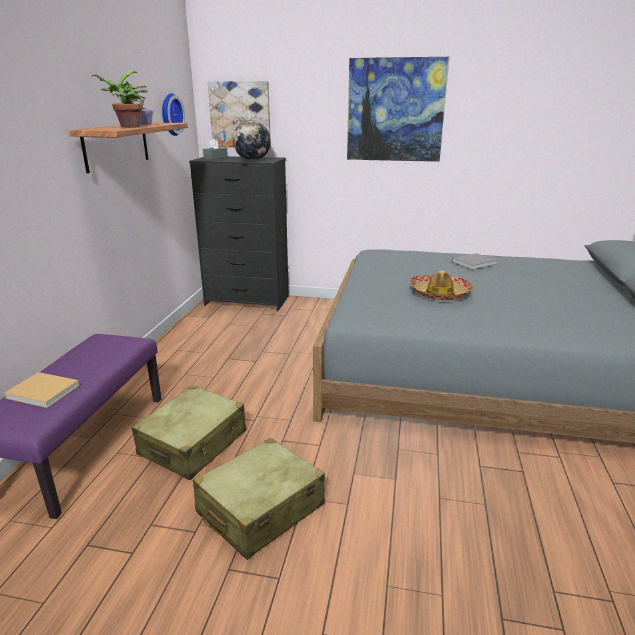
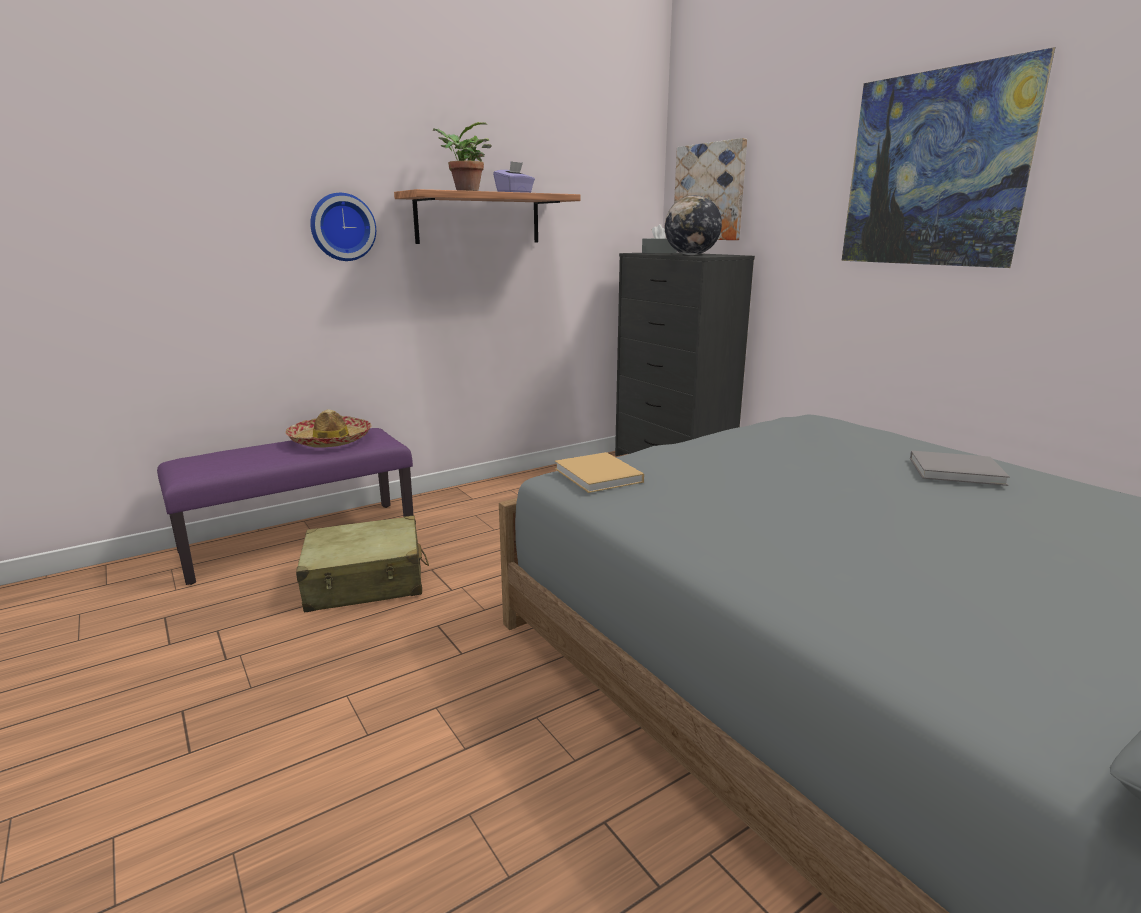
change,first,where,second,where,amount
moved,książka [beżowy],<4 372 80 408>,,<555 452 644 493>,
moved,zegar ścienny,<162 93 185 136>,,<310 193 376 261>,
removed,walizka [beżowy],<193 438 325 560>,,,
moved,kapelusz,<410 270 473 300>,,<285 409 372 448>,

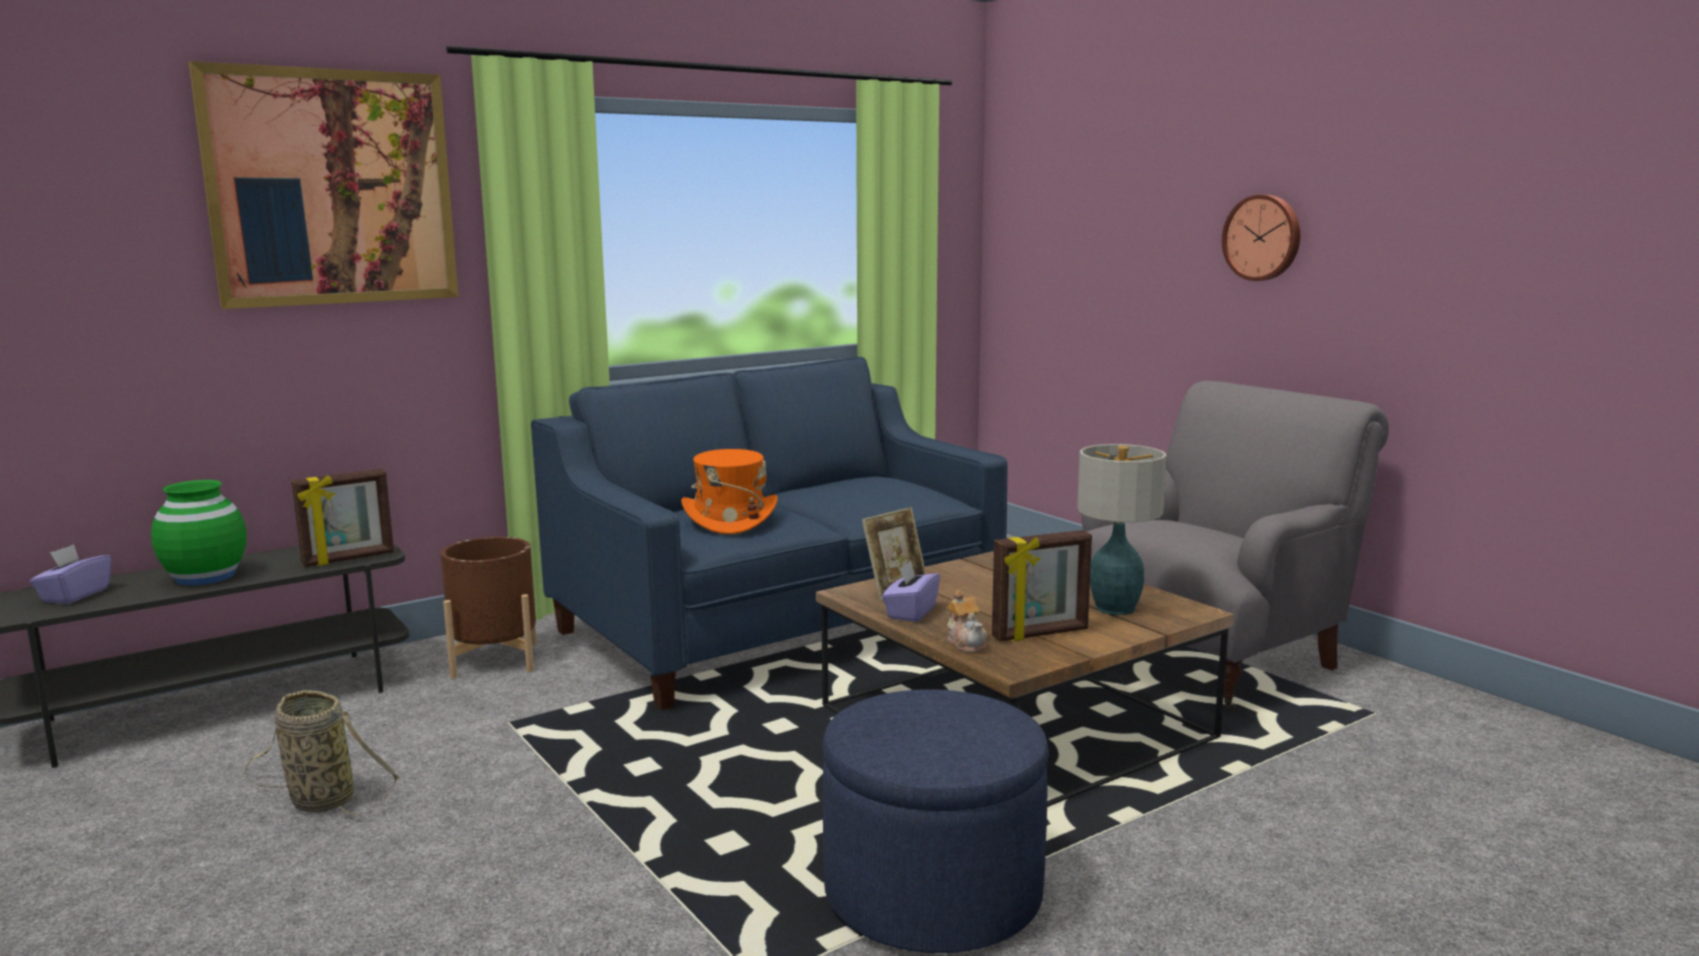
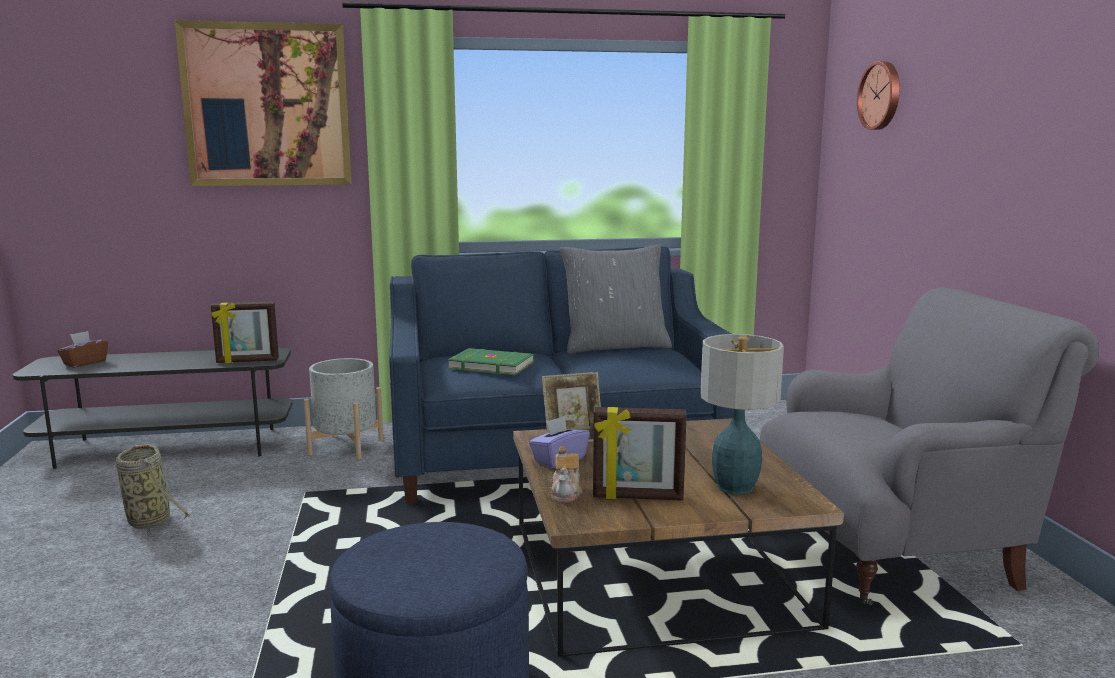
change,first,where,second,where,amount
recoloured,pudełko chusteczek [fioletowy],<30 544 111 604>,pudełko chusteczek [brązowy],<57 331 108 368>,
removed,wazon [zielony],<151 480 246 585>,,,
recoloured,donica [brązowy],<441 537 537 679>,donica [szary],<304 358 384 459>,
replaced,kapelusz [pomarańczowy],<681 449 778 534>,książka [zielony],<448 348 534 375>,
moved,zegar ścienny,<1222 195 1300 281>,,<857 61 900 130>,
added,,,poduszka [szary],<560 244 672 354>,

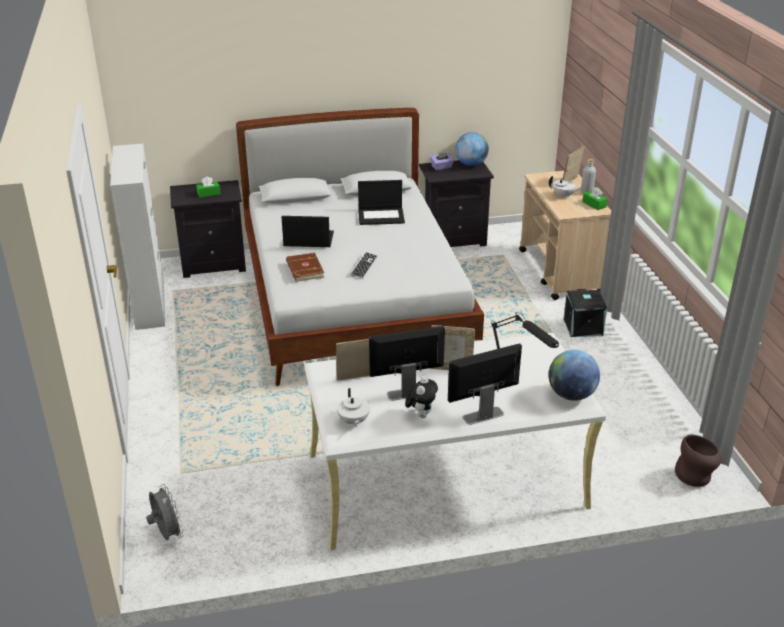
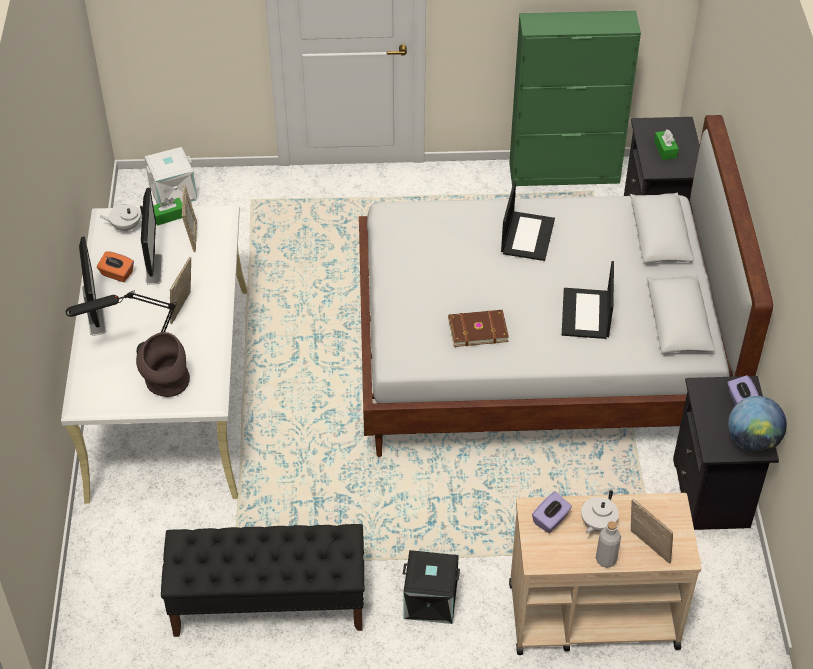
change,first,where,second,where,amount
recoloured,szafka [biały],<110 144 165 330>,szafka [zielony],<509 11 641 186>,
replaced,wentylator [szary],<146 484 184 540>,pojemnik do przechowywania [biały],<144 147 197 204>,
moved,książka [brązowy],<286 253 324 282>,,<448 310 509 347>,
removed,klawiatura,<350 252 378 279>,,,
replaced,pluszak,<405 376 438 418>,pudełko chusteczek [pomarańczowy],<97 251 134 282>,
removed,globus,<549 350 600 401>,,,
moved,pudełko chusteczek [zielony],<582 187 607 210>,,<153 198 182 226>,
moved,wazon [brązowy],<675 435 722 487>,,<136 332 190 397>,
added,,,ławka [czarny],<161 524 364 637>,
added,,,pudełko chusteczek [fioletowy],<532 492 572 533>,

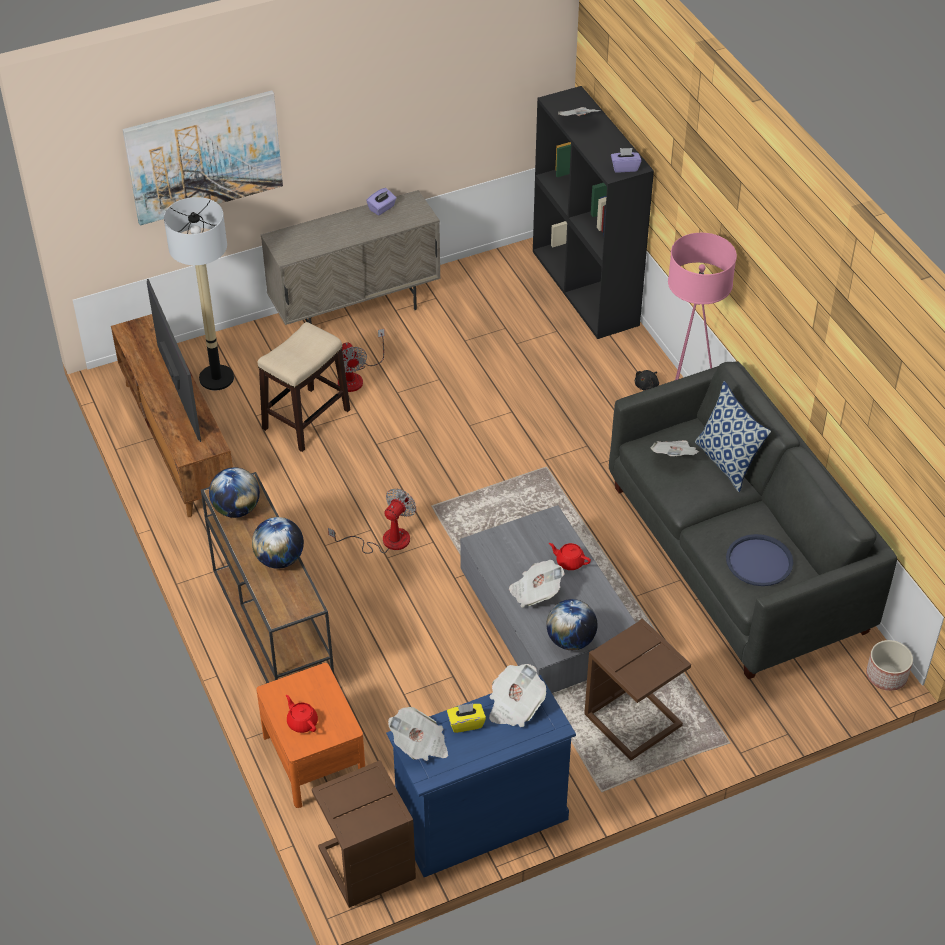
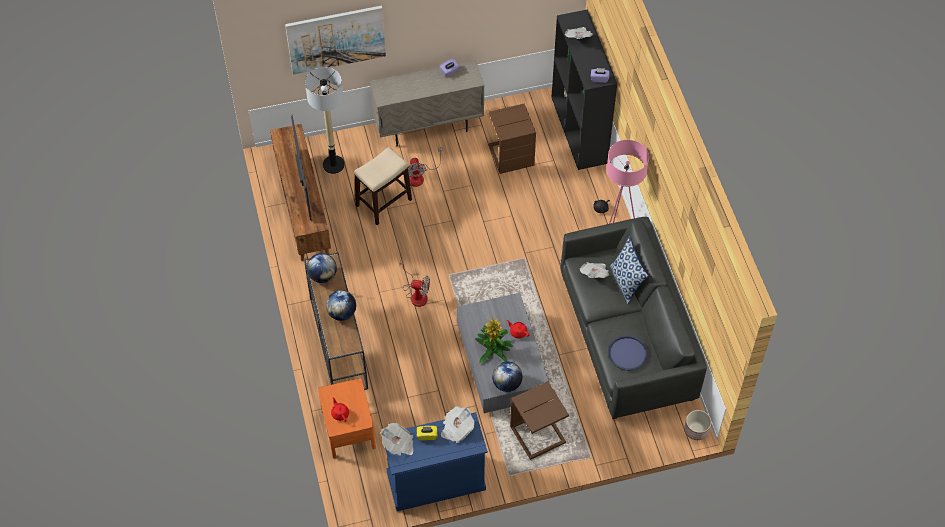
change,first,where,second,where,amount
moved,stolik [brązowy],<312 760 416 908>,,<489 104 536 174>,
turned,wentylator,<328 488 416 554>,,<400 260 430 307>,60 degrees clockwise
replaced,gazeta,<509 560 564 607>,roślina doniczkowa,<475 316 513 364>,

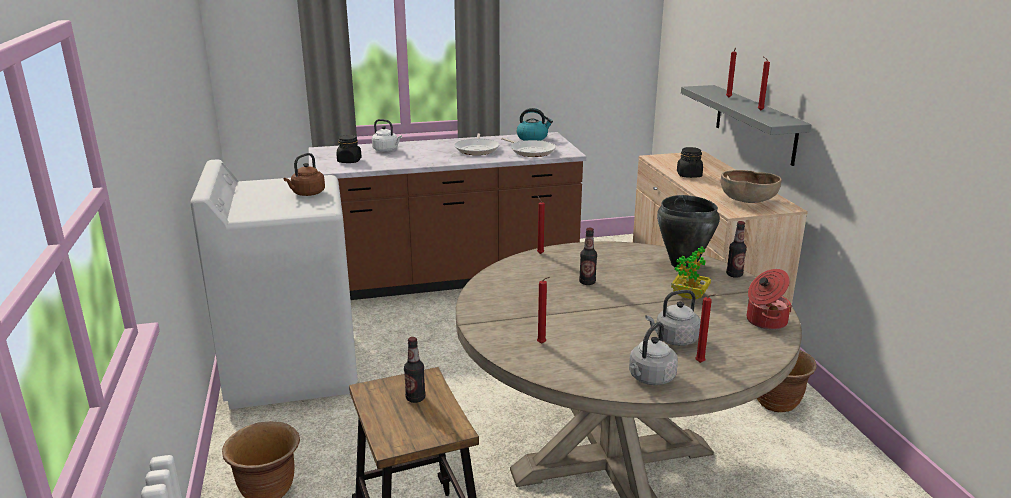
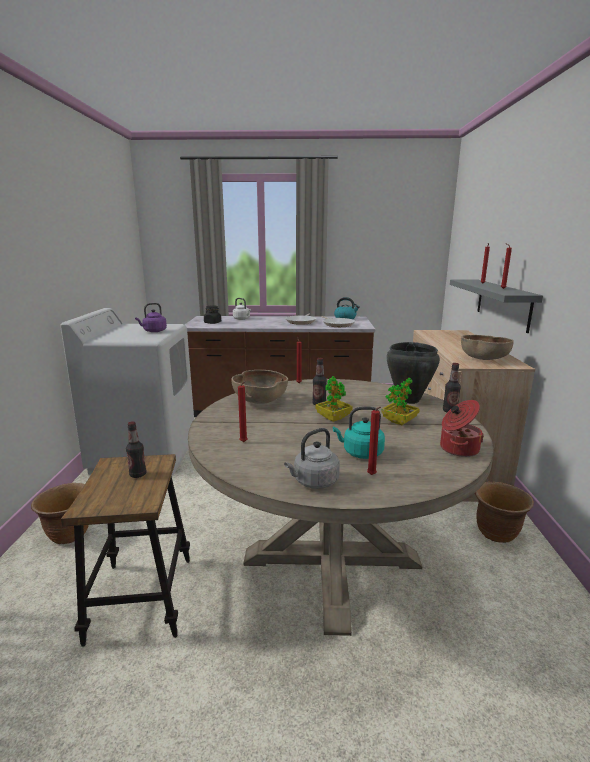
change,first,where,second,where,amount
recoloured,czajnik [brązowy],<284 153 325 196>,czajnik [fioletowy],<135 303 167 332>,
recoloured,czajnik [szary],<645 290 701 346>,czajnik [turkusowy],<333 407 385 459>,
removed,słoik [czarny],<677 147 703 178>,,,
added,,,miska [brązowy],<231 370 288 404>,
added,,,roślina doniczkowa,<315 376 352 422>,

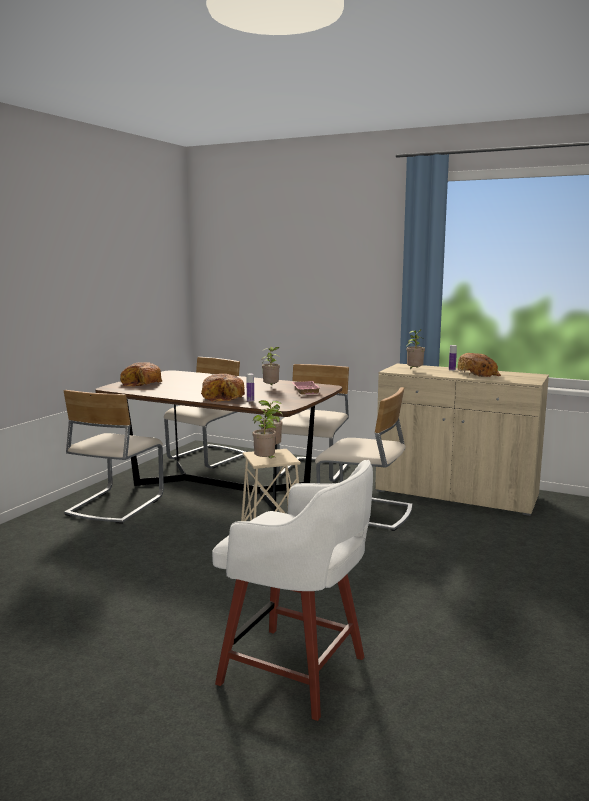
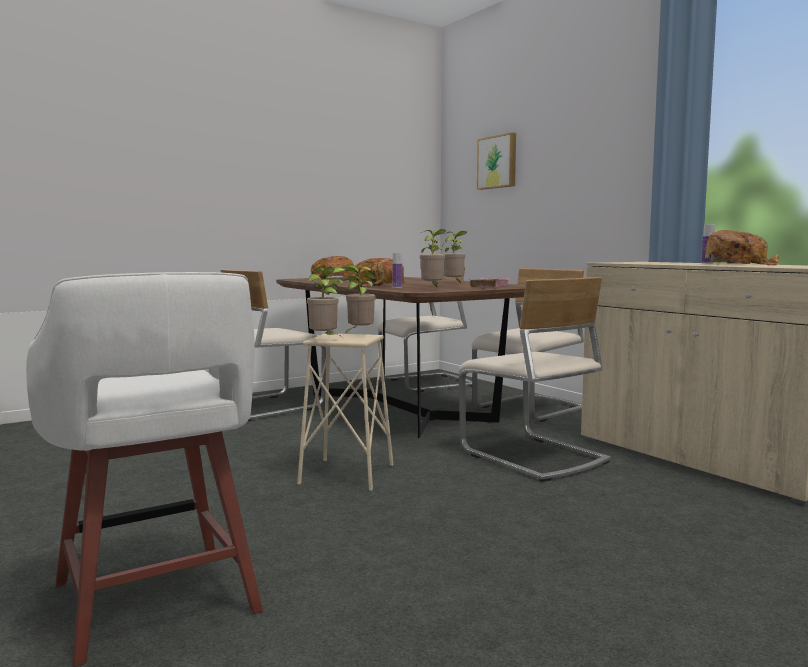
change,first,where,second,where,amount
moved,roślina doniczkowa,<407 329 425 369>,,<420 229 446 287>,
added,,,obraz,<477 132 516 190>,

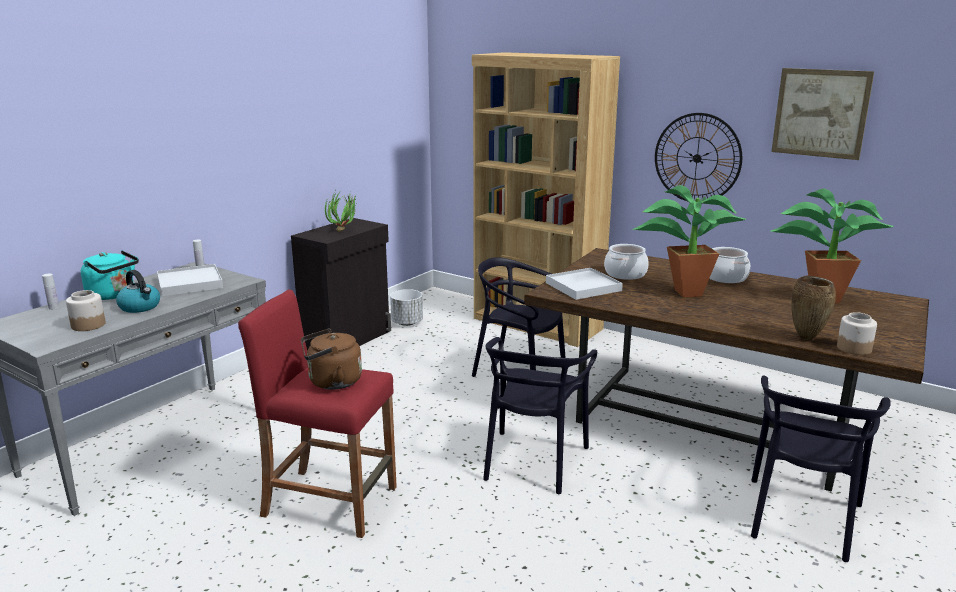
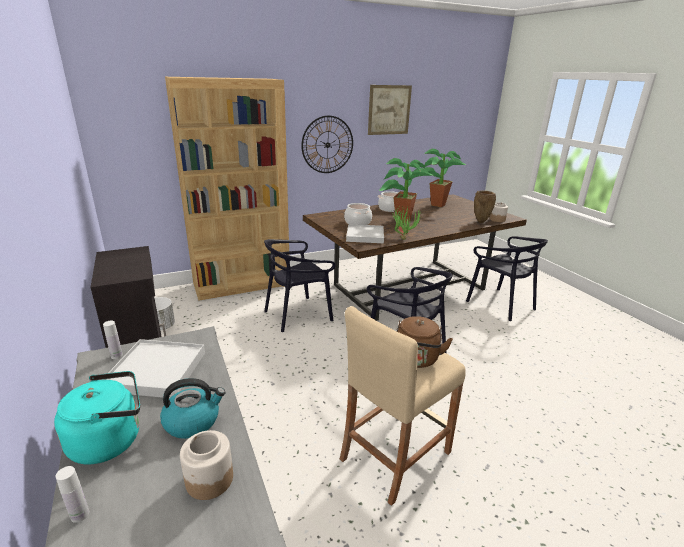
change,first,where,second,where,amount
recoloured,stołek [czerwony],<238 289 397 538>,stołek [beżowy],<340 306 466 506>,
moved,roślina doniczkowa,<325 191 358 232>,,<392 207 421 240>,

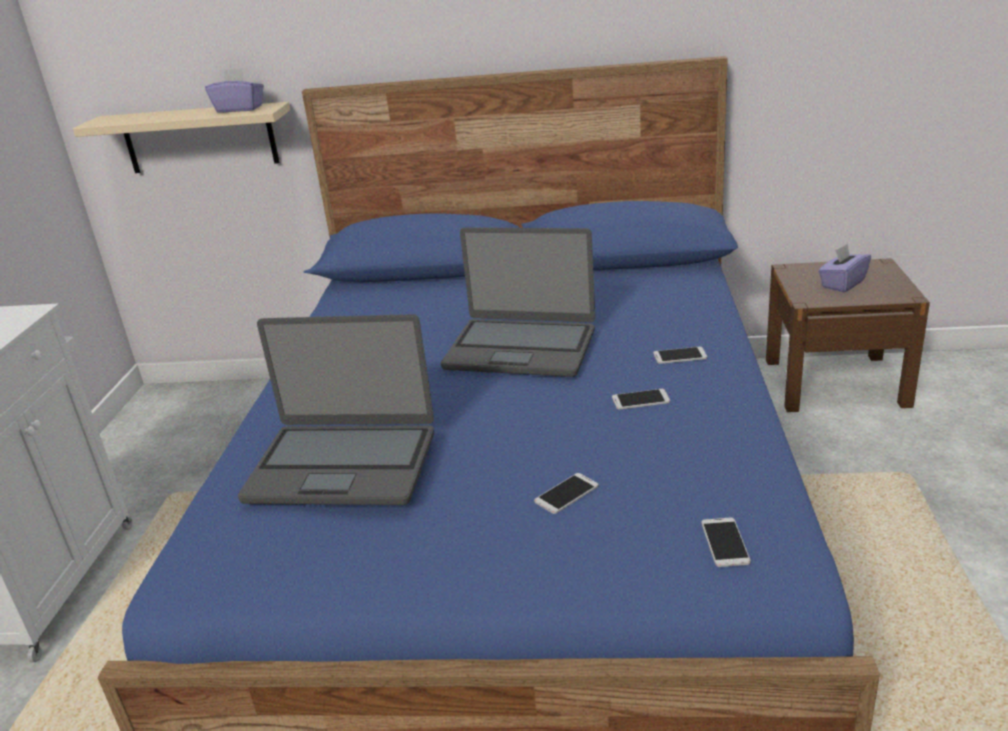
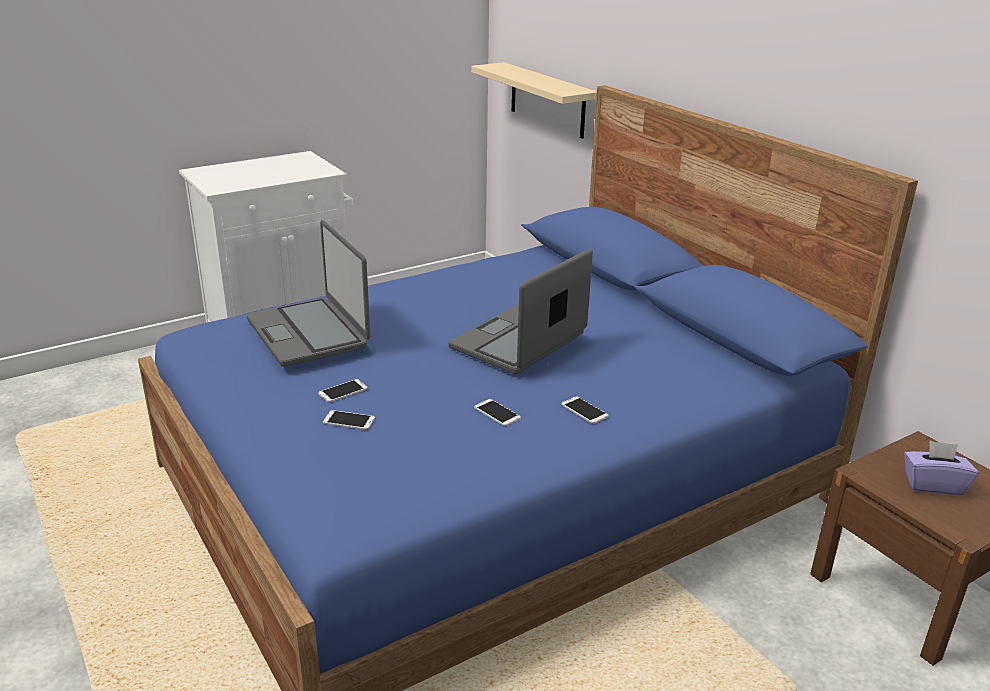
change,first,where,second,where,amount
removed,pudełko chusteczek [fioletowy],<205 68 264 113>,,,
turned,laptop,<441 227 595 377>,,<449 248 593 374>,60 degrees clockwise
moved,telefon,<701 518 751 567>,,<318 379 368 402>,

